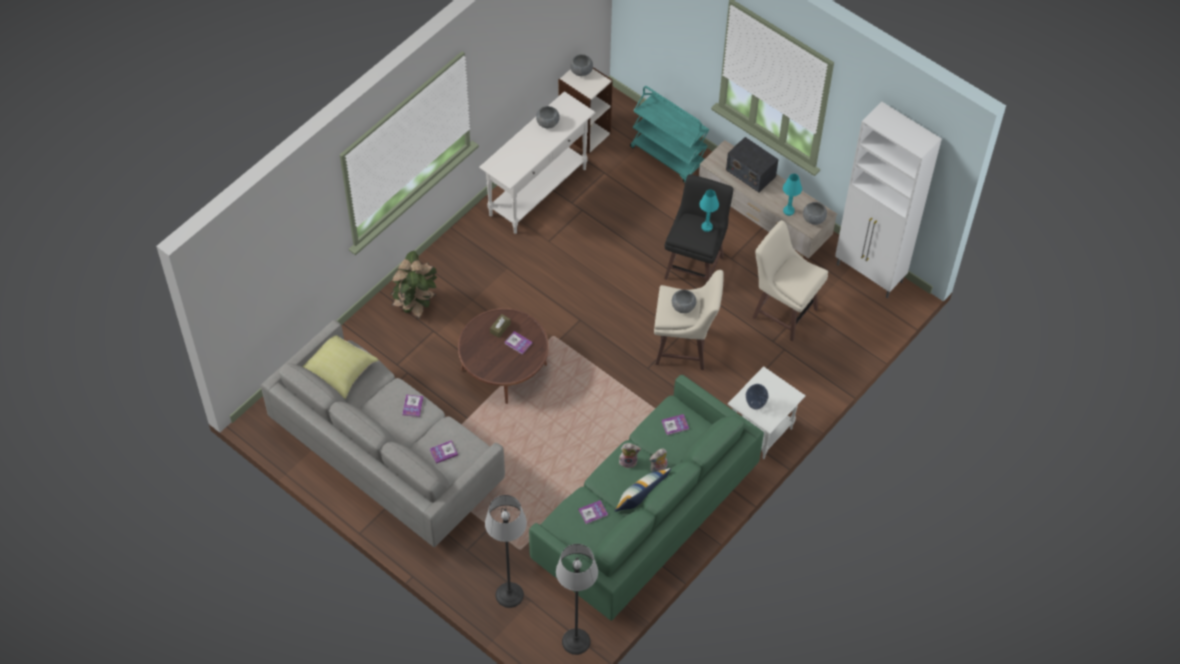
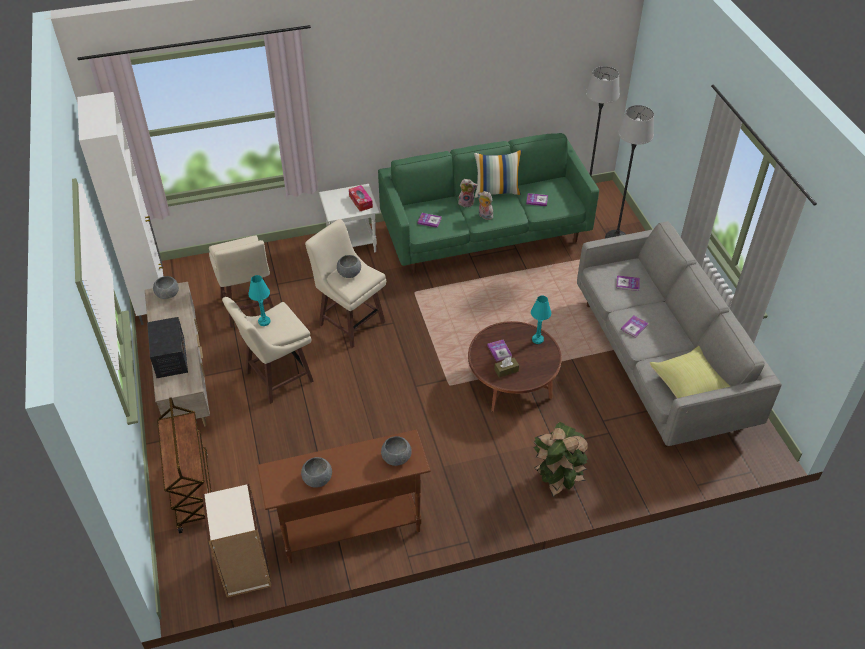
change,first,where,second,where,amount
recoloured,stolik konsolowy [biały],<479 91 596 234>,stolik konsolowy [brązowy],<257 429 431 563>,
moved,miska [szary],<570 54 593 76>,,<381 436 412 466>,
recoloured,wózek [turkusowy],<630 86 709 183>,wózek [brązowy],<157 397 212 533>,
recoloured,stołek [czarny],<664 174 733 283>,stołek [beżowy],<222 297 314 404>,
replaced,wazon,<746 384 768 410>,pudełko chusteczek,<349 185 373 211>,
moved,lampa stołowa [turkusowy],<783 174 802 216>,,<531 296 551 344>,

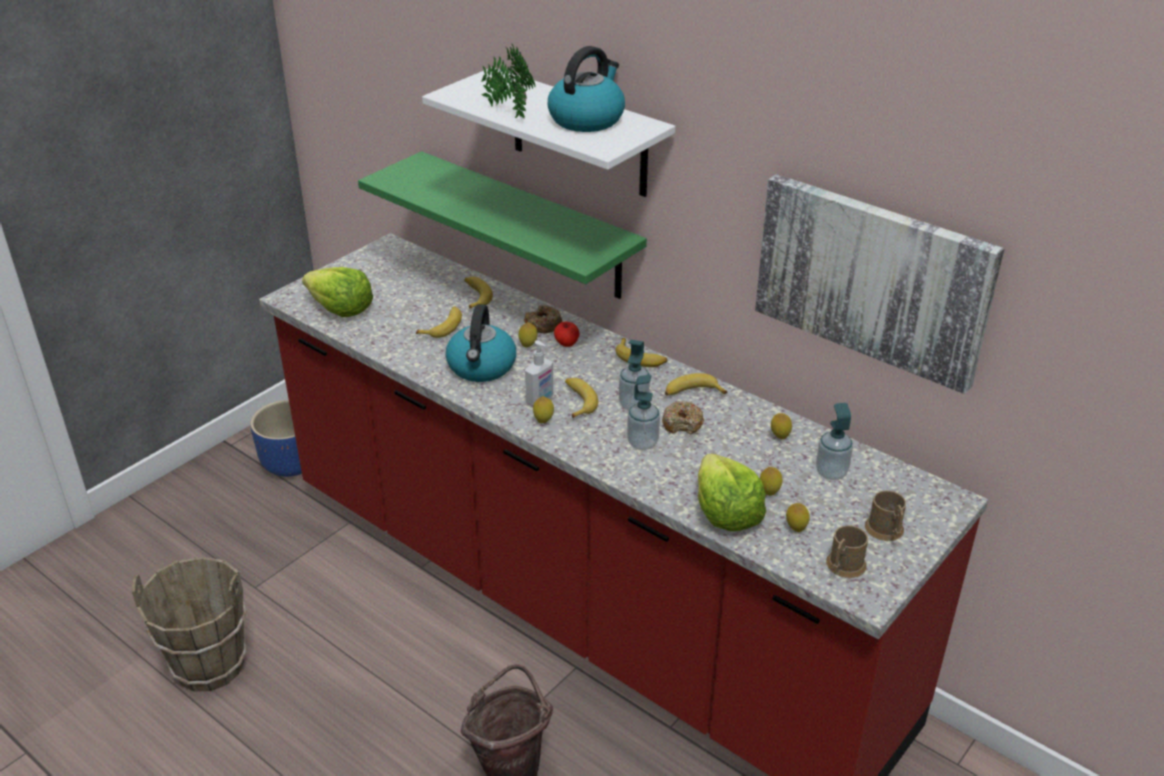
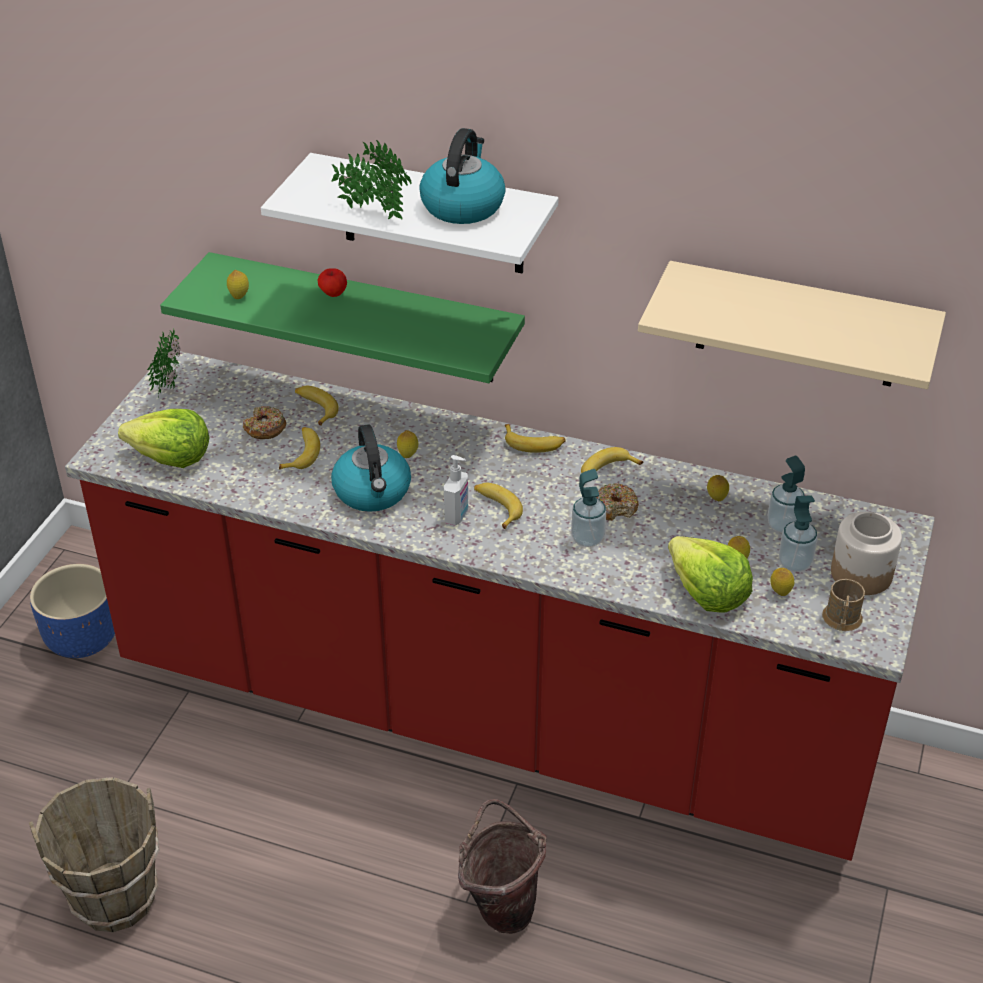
change,first,where,second,where,amount
moved,donut,<524 305 562 333>,,<243 406 286 439>,
moved,cytryna,<533 396 554 423>,,<227 270 249 299>,
moved,jabłko,<554 321 579 347>,,<317 268 347 297>,
moved,dozownik mydła,<619 340 650 410>,,<779 495 818 572>,
replaced,obraz,<755 174 1004 394>,półka [beżowy],<638 261 946 389>,
replaced,kubek [brązowy],<865 490 906 541>,słoik,<831 512 902 595>,
added,,,roślina doniczkowa,<147 328 181 398>,

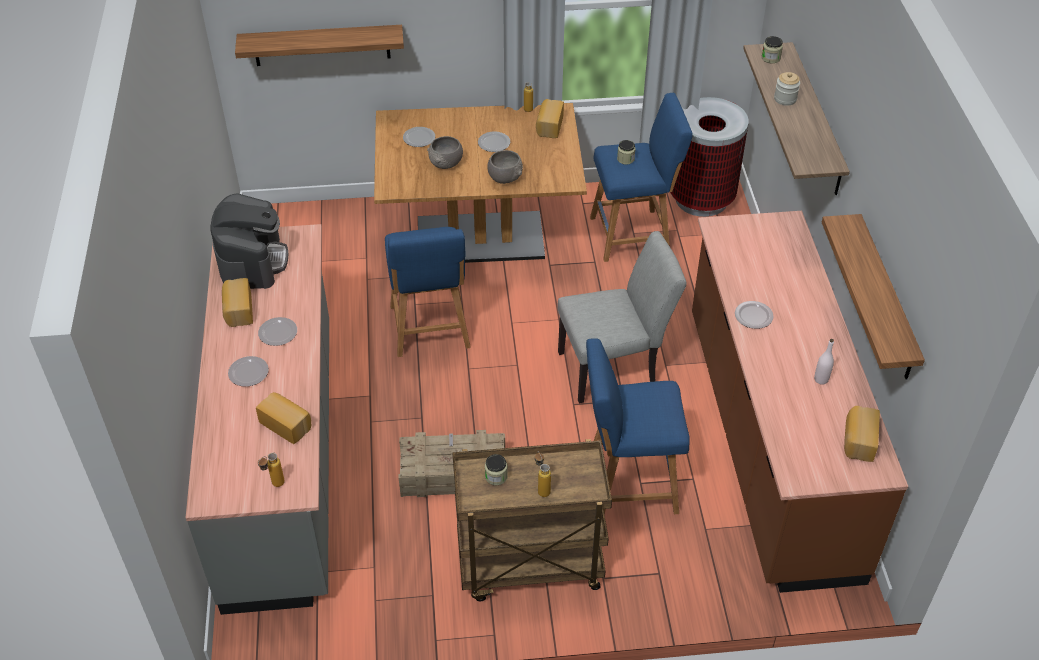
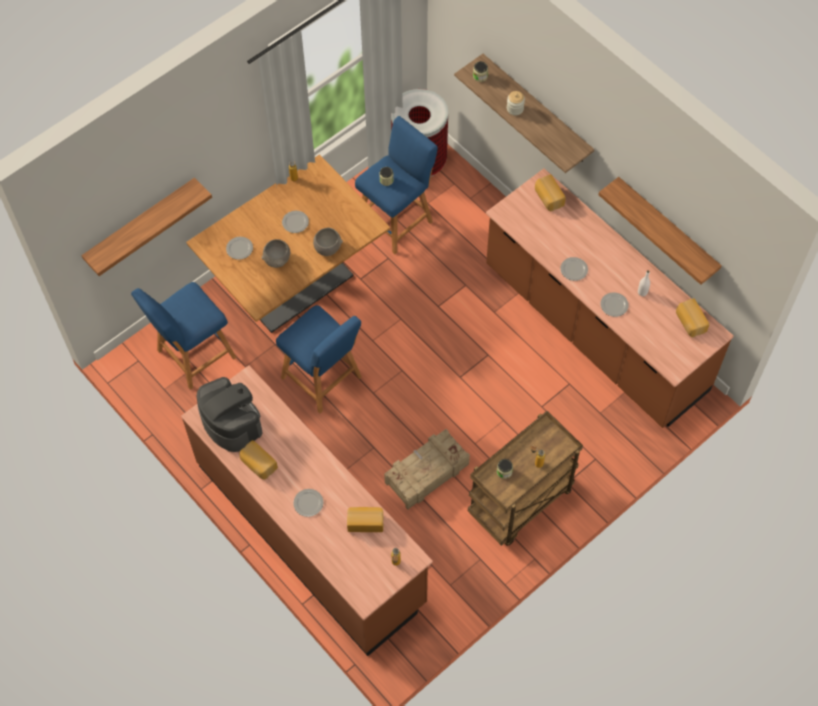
change,first,where,second,where,amount
recoloured,zabudowa kuchenna [szary],<186 224 329 615>,zabudowa kuchenna [brązowy],<181 365 433 656>,
moved,talerz,<258 317 297 346>,,<601 292 629 317>,
moved,chleb,<536 99 564 138>,,<535 175 566 211>,
removed,krzesło [szary],<557 231 687 404>,,,
moved,stołek [niebieski],<586 338 690 514>,,<131 282 237 390>,

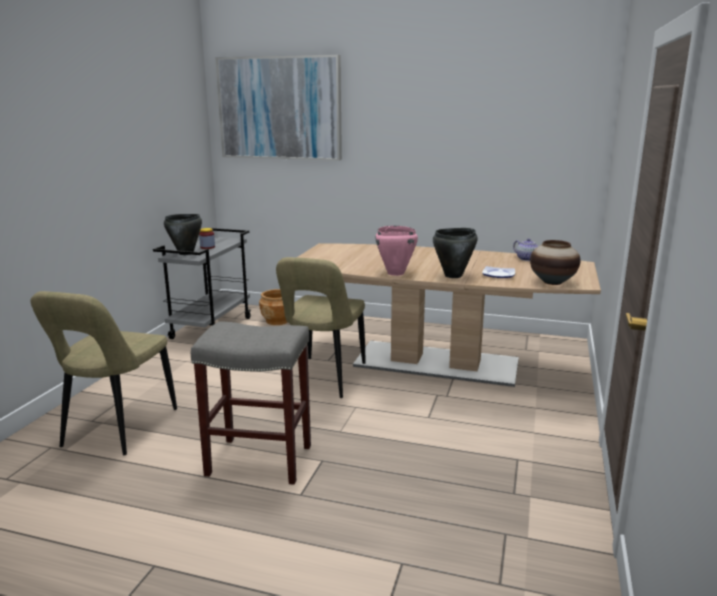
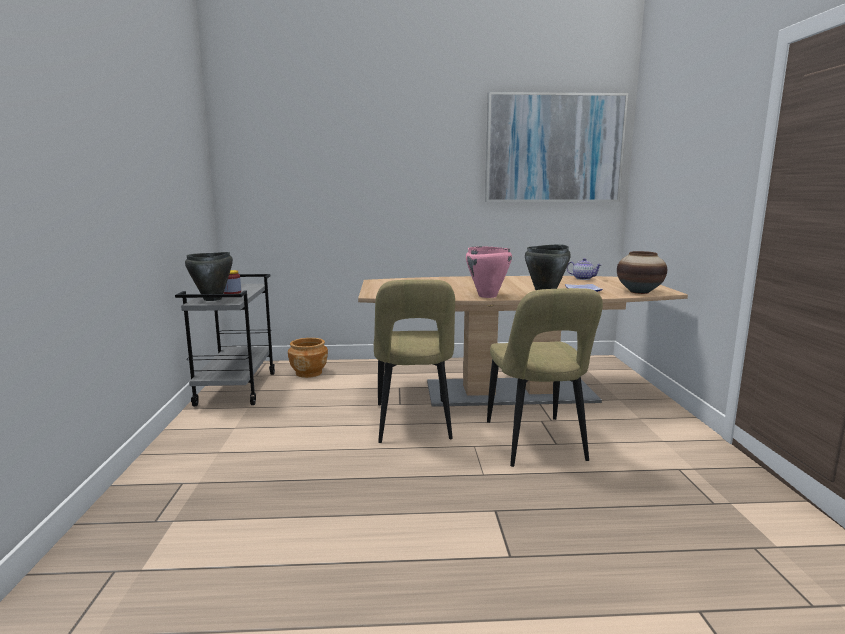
change,first,where,second,where,amount
moved,krzesło [beżowy],<30 291 177 455>,,<487 288 603 467>,
removed,stołek [szary],<191 321 311 485>,,,
moved,obraz,<215 55 342 161>,,<485 92 628 202>,

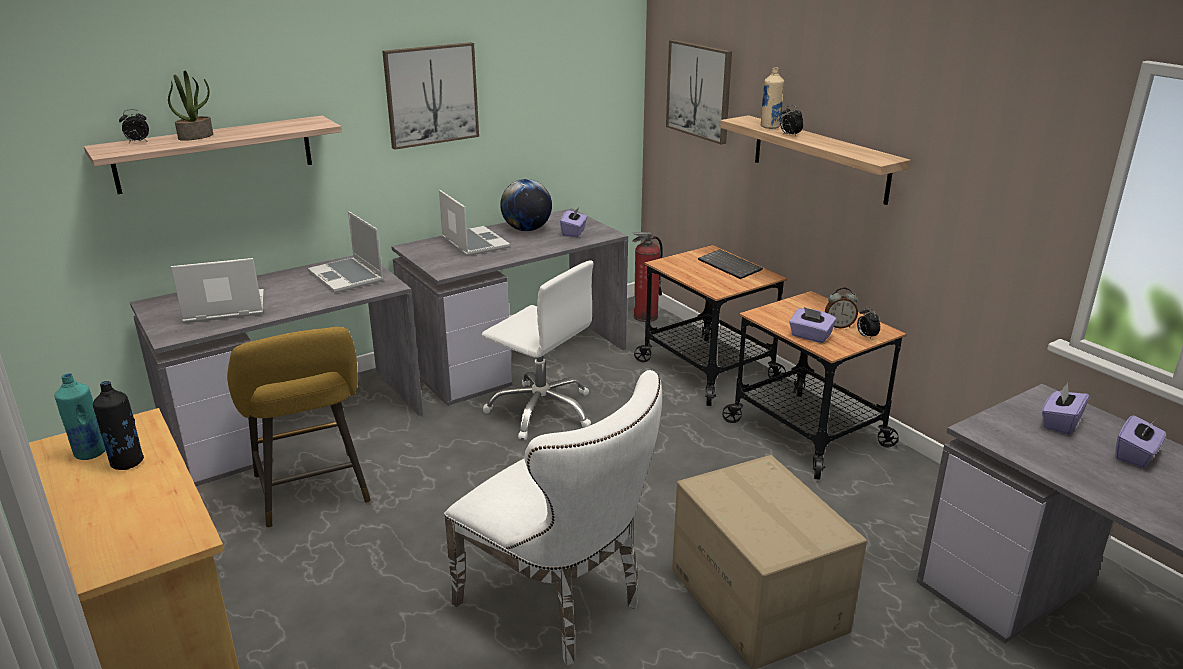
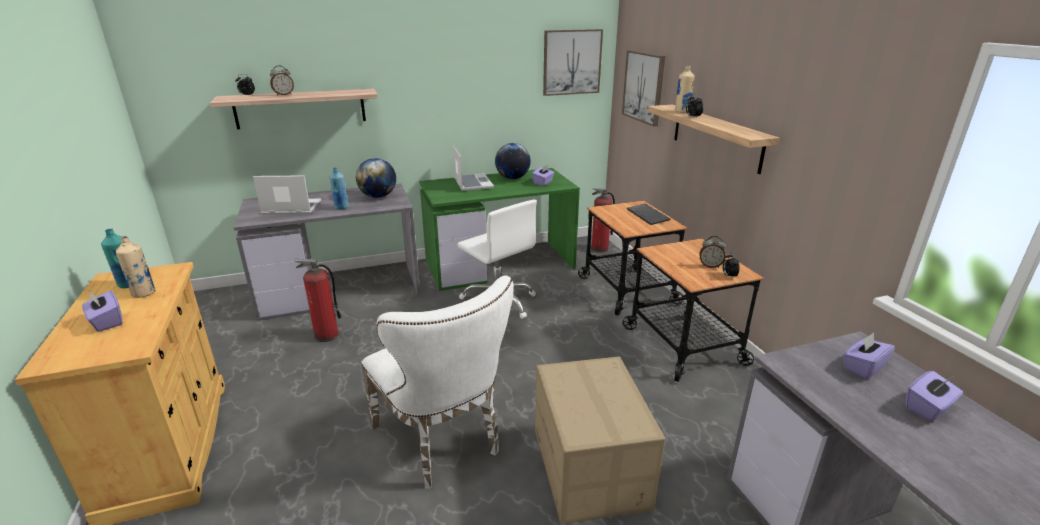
change,first,where,second,where,amount
recoloured,butelka [czarny],<93 381 144 470>,butelka [beżowy],<116 236 155 298>,
replaced,roślina doniczkowa,<168 71 213 141>,budzik,<270 66 294 96>,
replaced,stołek [żółty],<227 327 371 528>,gaśnica,<295 259 341 342>,
replaced,laptop,<308 211 384 293>,globus,<356 158 396 198>,
moved,obraz,<382 42 479 150>,,<543 29 603 96>,
recoloured,biurko [szary],<391 209 628 406>,biurko [zielony],<419 168 580 291>,
moved,pudełko chusteczek [fioletowy],<789 307 836 343>,,<82 291 123 332>,
added,,,butelka [niebieski],<329 167 349 209>,

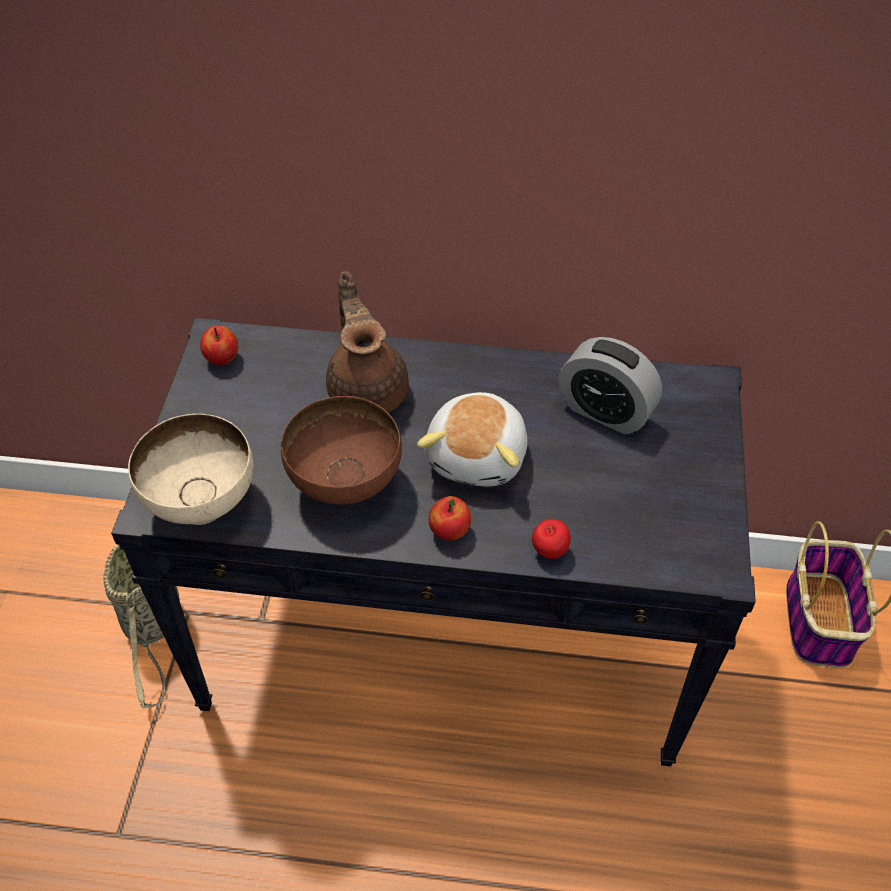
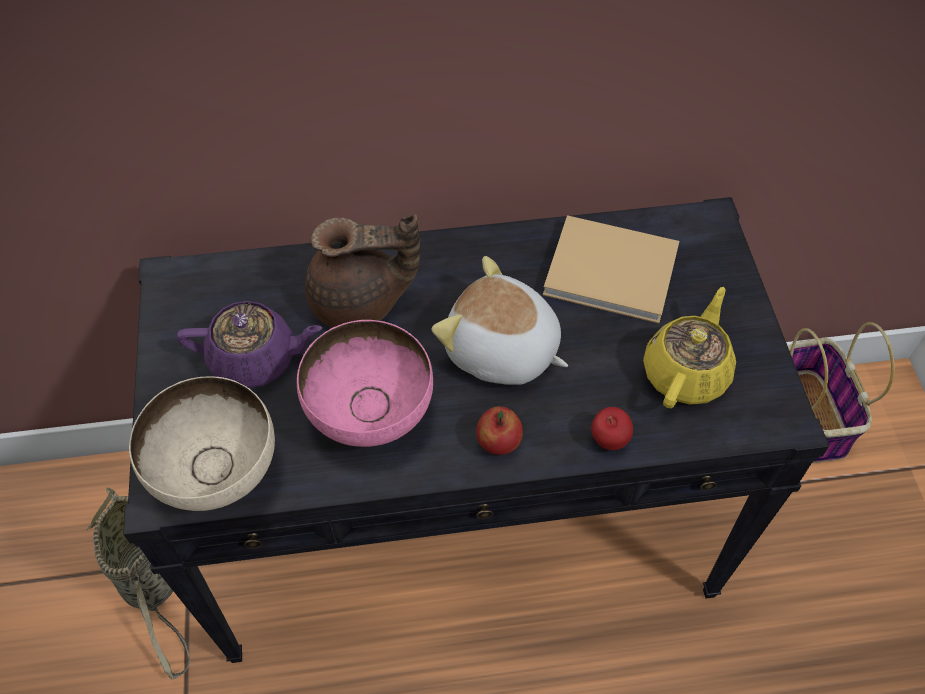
change,first,where,second,where,amount
removed,jabłko,<200 326 238 365>,,,
recoloured,miska [brązowy],<281 396 402 505>,miska [różowy],<297 320 433 447>,
turned,imbryk [brązowy],<326 271 409 413>,,<305 214 420 327>,120 degrees clockwise
turned,pluszak,<417 392 527 487>,,<432 256 568 385>,120 degrees clockwise
replaced,budzik,<559 337 662 434>,książka [beżowy],<543 215 679 324>,
added,,,imbryk [fioletowy],<177 301 322 388>,
added,,,imbryk [żółty],<643 287 736 408>,

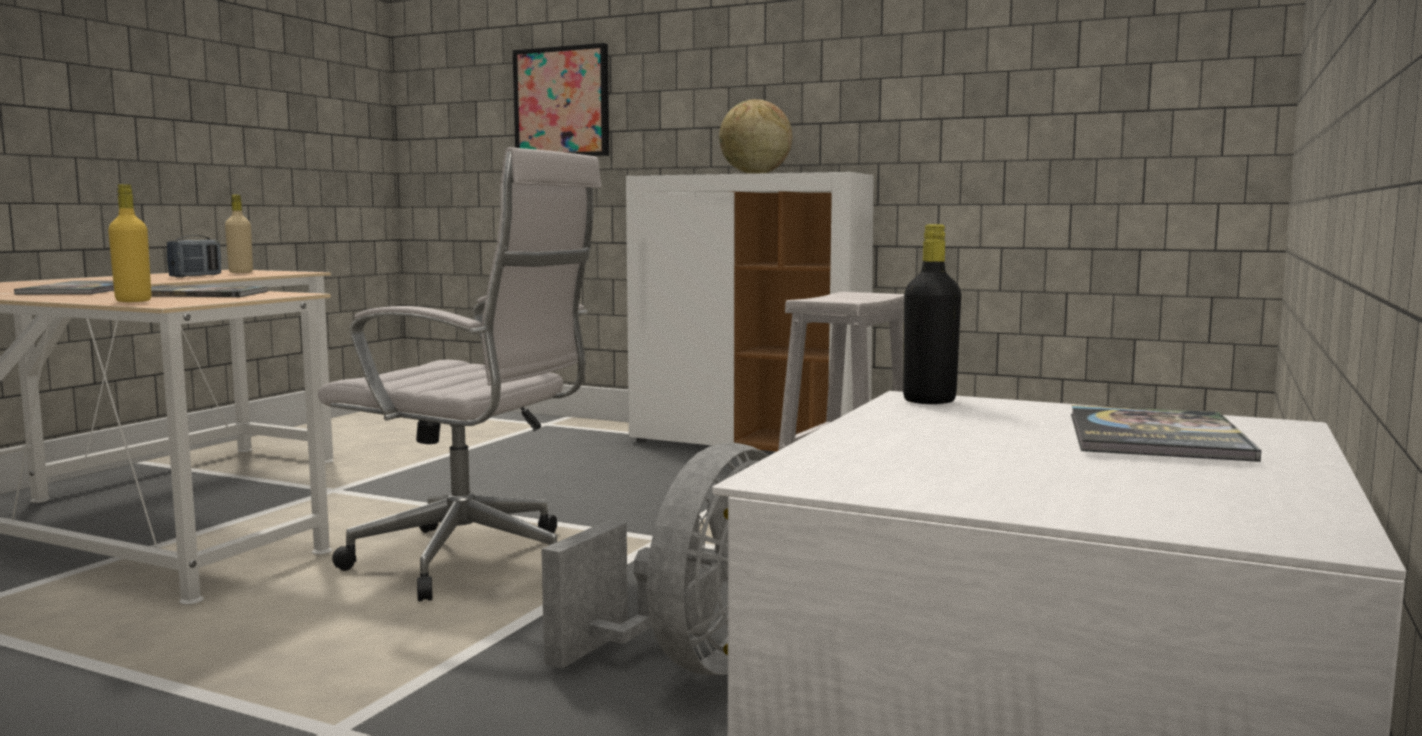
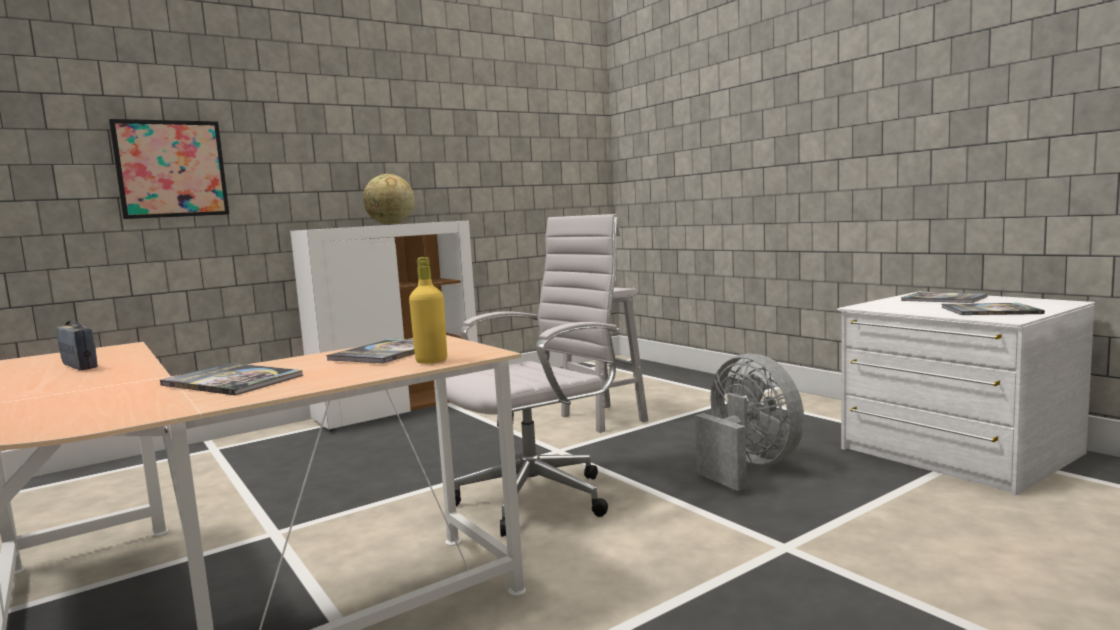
change,first,where,second,where,amount
removed,butelka [beżowy],<225 195 253 273>,,,
removed,butelka [czarny],<903 224 961 404>,,,
added,,,książka,<941 303 1045 315>,

